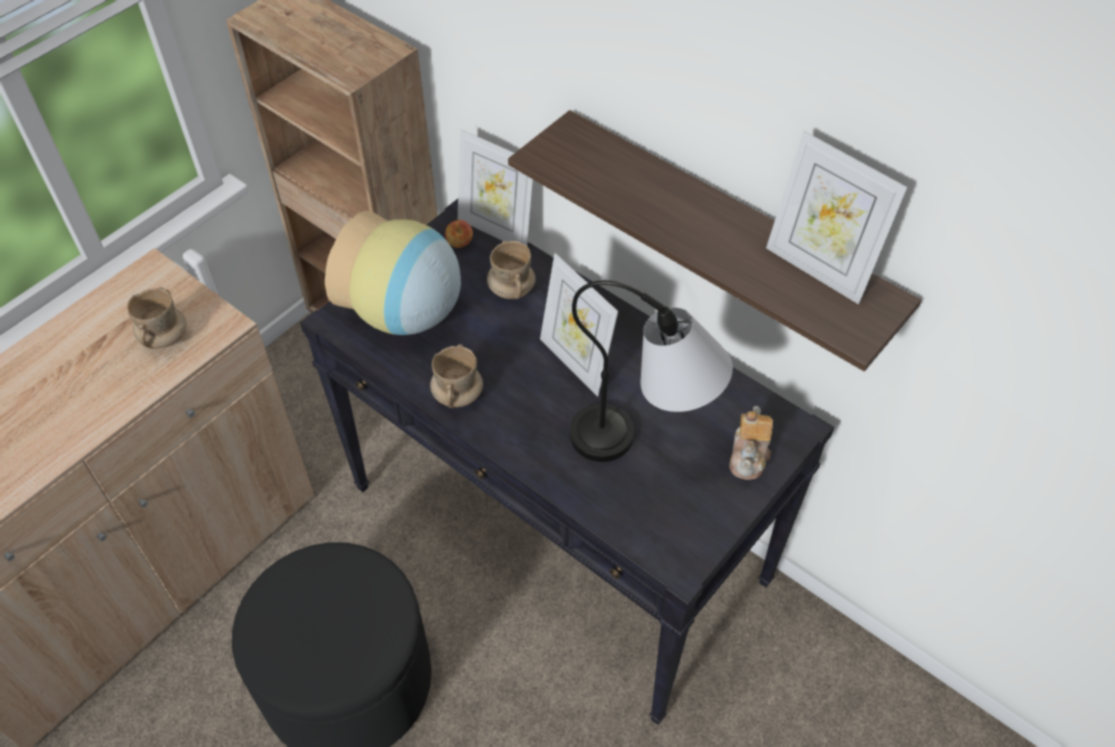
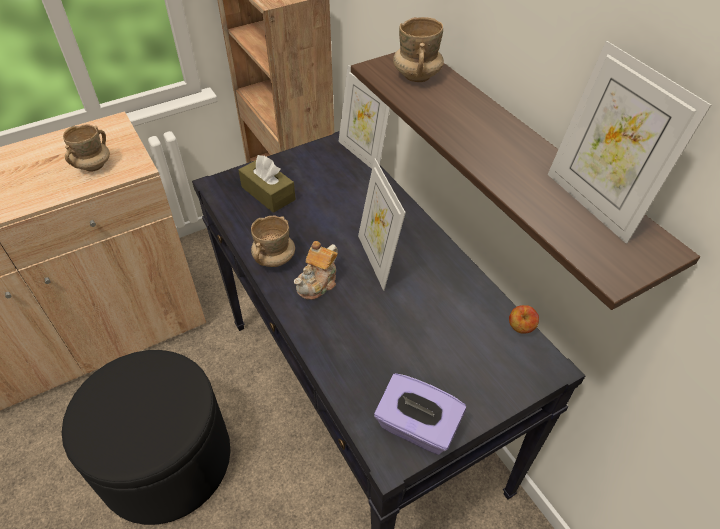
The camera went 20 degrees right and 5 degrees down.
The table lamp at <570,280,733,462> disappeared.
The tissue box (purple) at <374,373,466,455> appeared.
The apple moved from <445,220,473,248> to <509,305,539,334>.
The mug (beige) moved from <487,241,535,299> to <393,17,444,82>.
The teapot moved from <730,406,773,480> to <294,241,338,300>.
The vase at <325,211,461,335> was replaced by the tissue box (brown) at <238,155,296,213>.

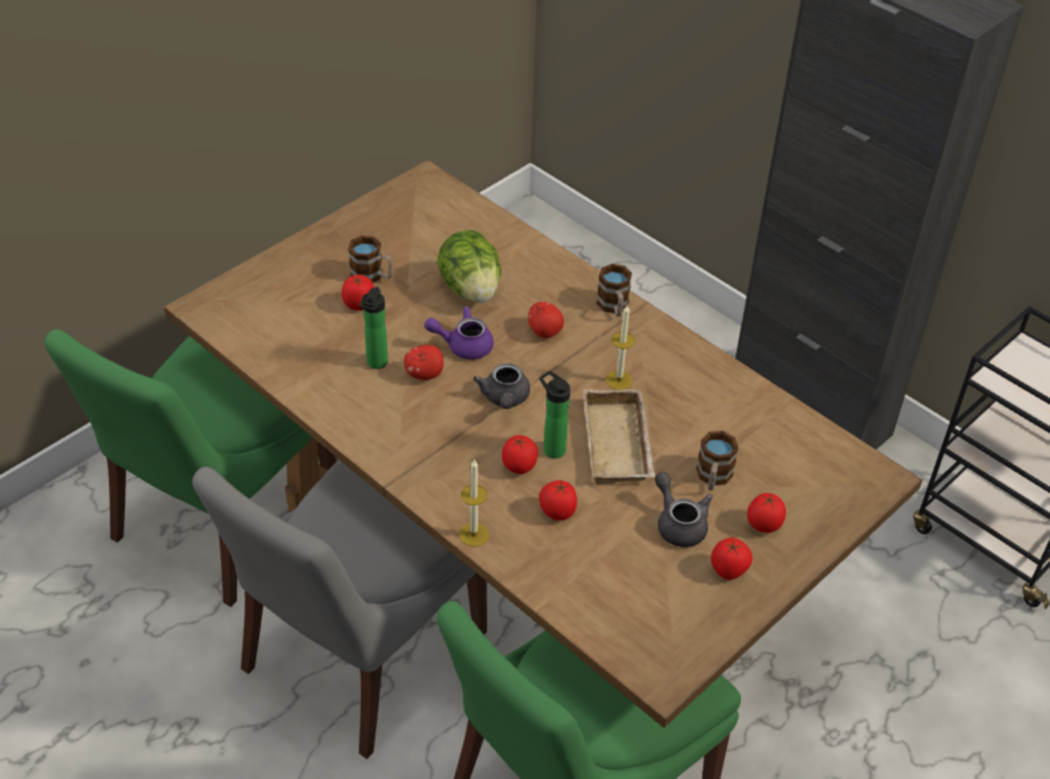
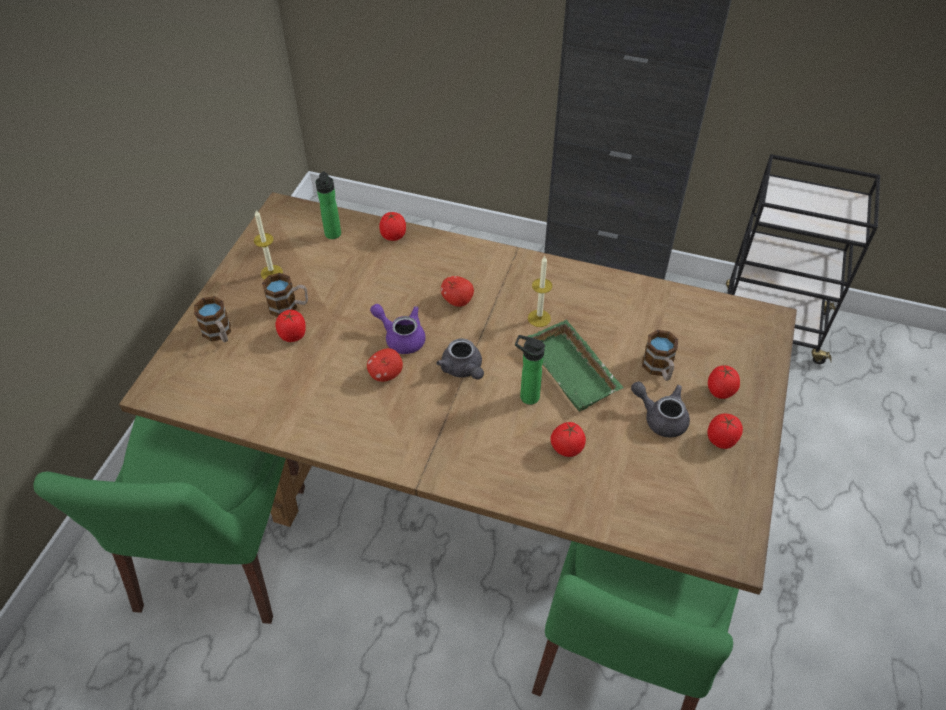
The camera went 25 degrees left and 5 degrees up.
The chair (grey) at <192,460,487,759> disappeared.
The lettuce at <437,230,501,302> disappeared.
The bottle moved from <359,287,388,369> to <316,171,341,239>.
The candle moved from <459,459,489,547> to <254,210,283,280>.
The tomato moved from <502,435,538,474> to <379,212,406,241>.
The mug moved from <596,264,632,317> to <194,296,231,343>.
The tray (beige) at <583,389,655,484> became the tray (green) at <526,319,624,412>.
The teapot (purple) at <424,306,494,360> turned 60 degrees clockwise.

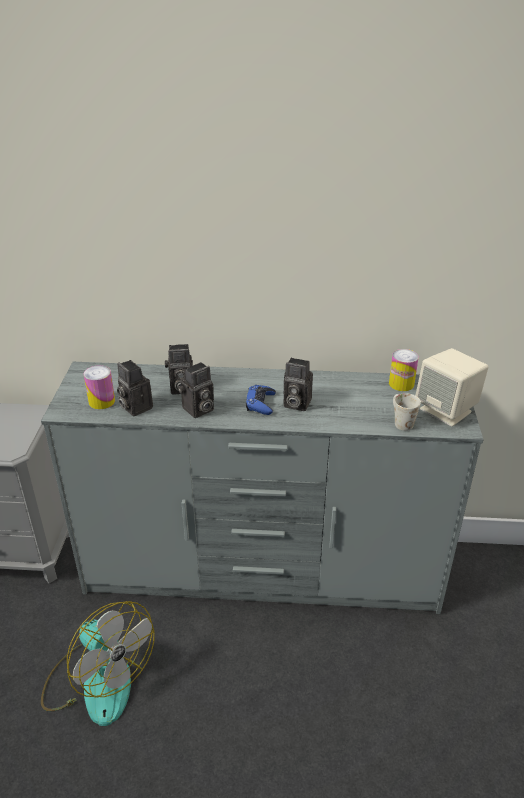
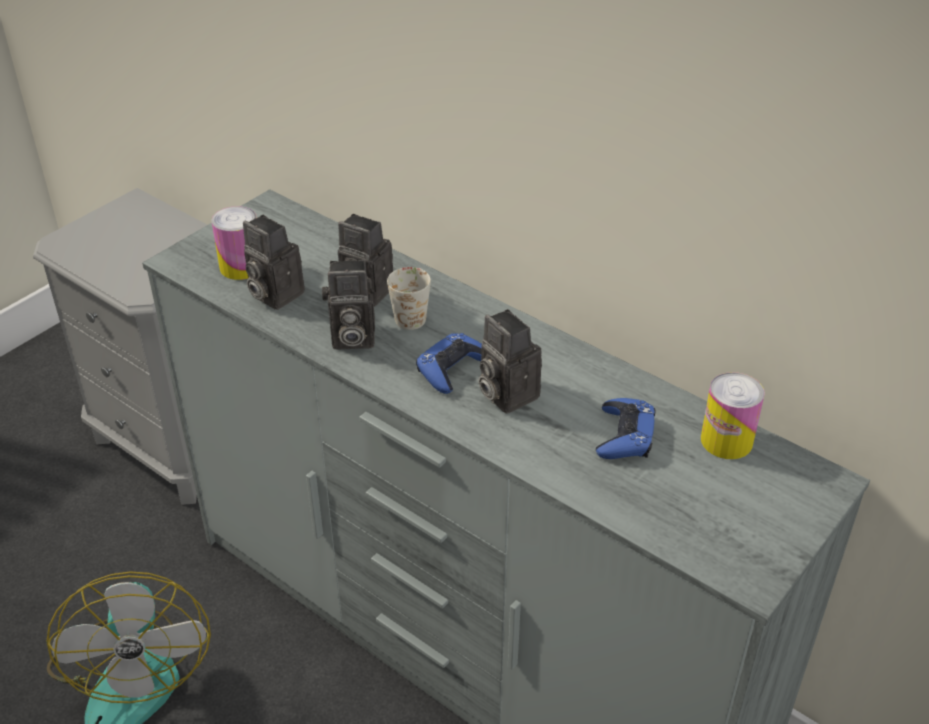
The camera went 35 degrees right and 5 degrees up.
The speaker (beige) at <415,348,488,427> disappeared.
The game controller (blue) at <596,398,656,459> appeared.
The mug (white) moved from <393,393,421,431> to <387,267,431,330>.
The photo camera at <117,360,153,416> turned 45 degrees counterclockwise.

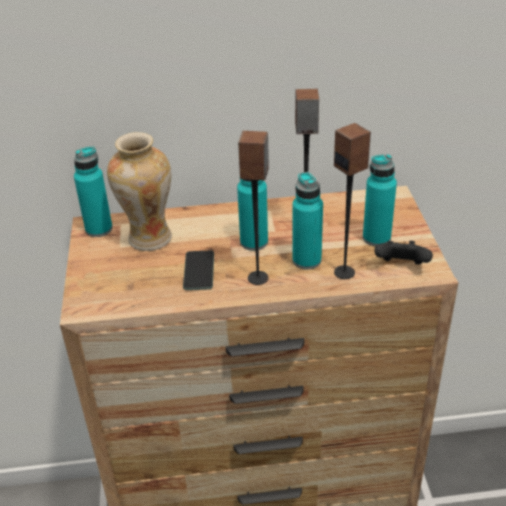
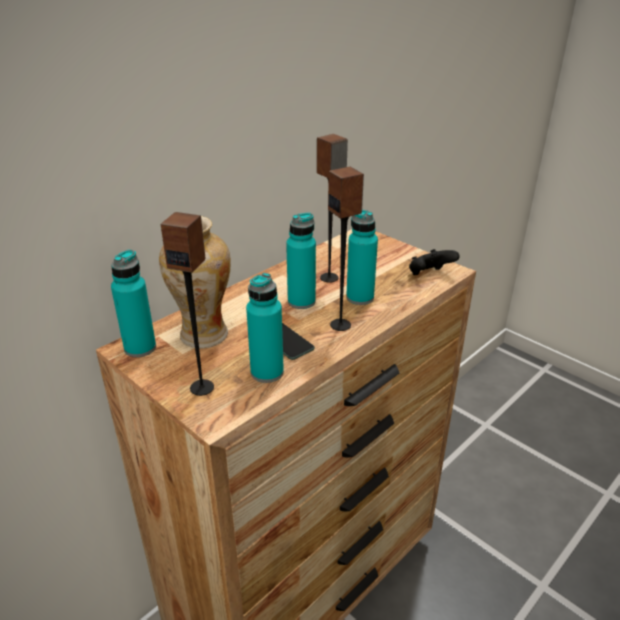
The camera went 40 degrees left and 5 degrees down.
The speaker moved from <334,123,371,279> to <161,212,214,396>.
The bottle (turquoise) moved from <363,154,397,246> to <246,273,284,383>.

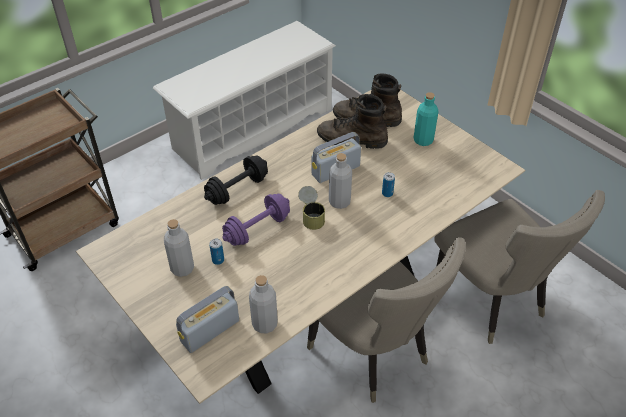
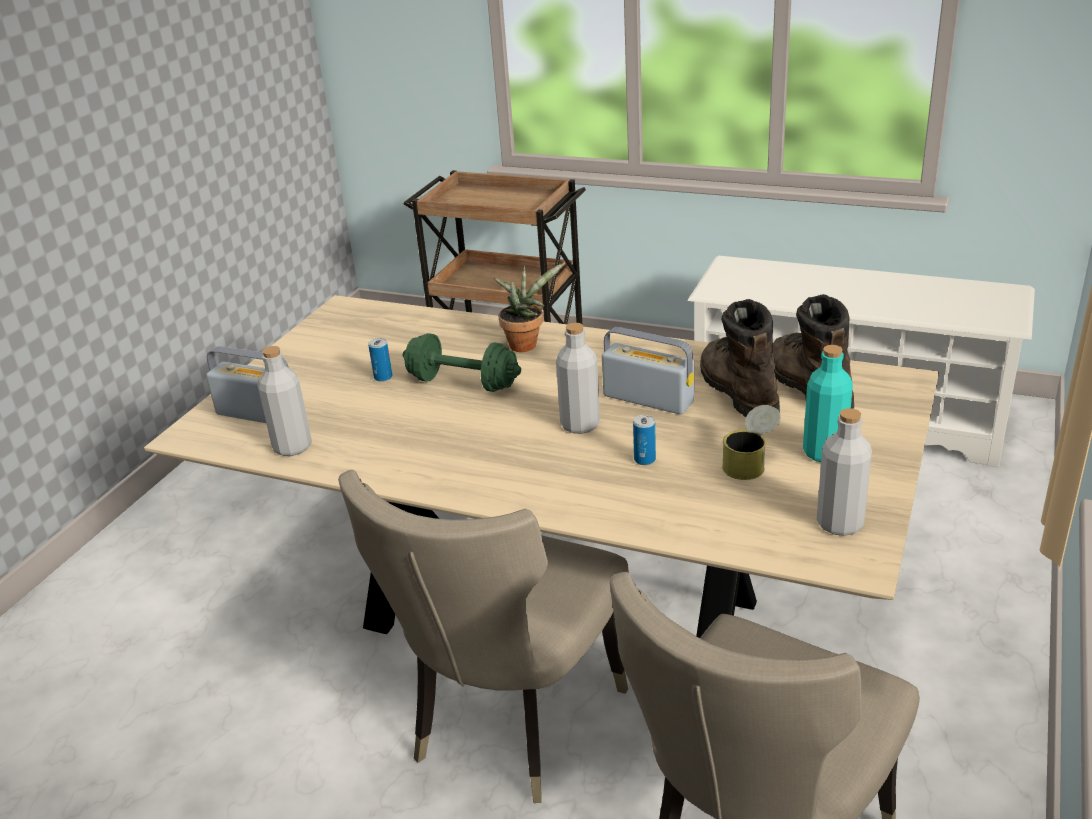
The camera went 65 degrees right and 15 degrees down.
The bottle (grey) moved from <164,219,194,277> to <817,408,872,536>.
The can moved from <298,186,325,230> to <722,405,781,480>.
The dumbbell (black) at <204,156,268,205> was replaced by the potted plant at <494,262,566,352>.
The dumbbell (purple) at <222,194,290,246> became the dumbbell (green) at <403,333,521,392>.

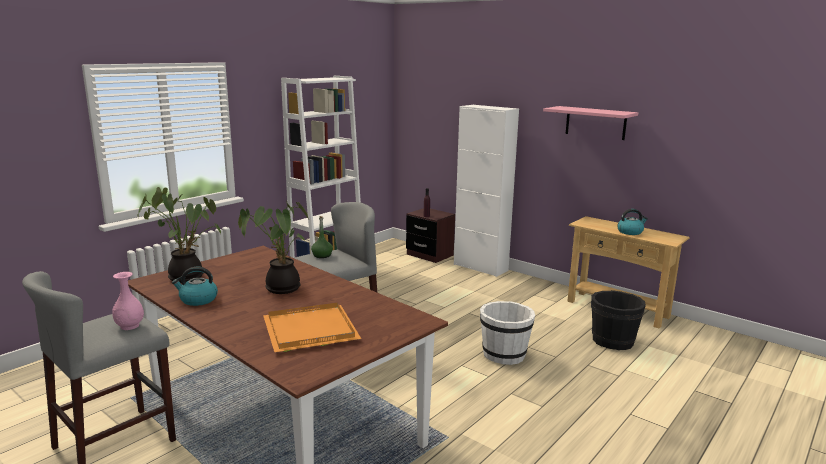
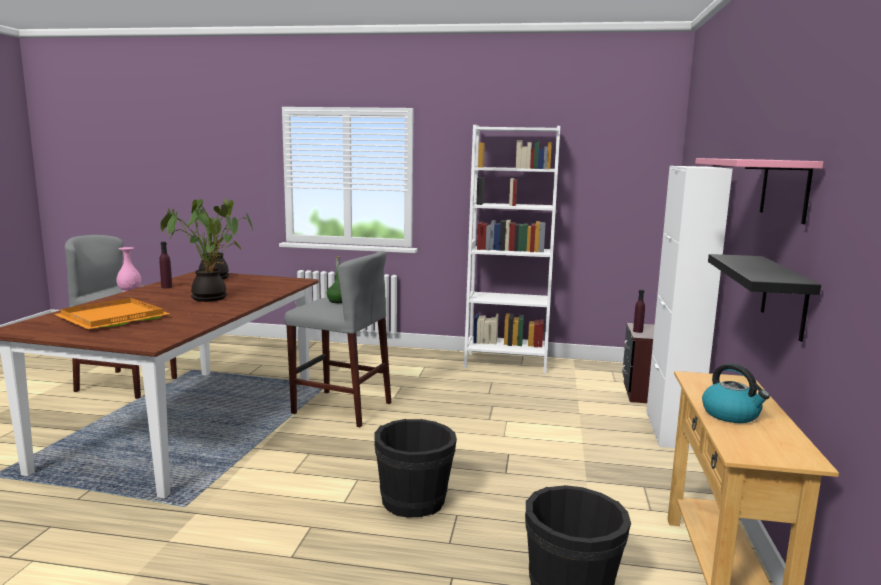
The camera went 60 degrees right and 5 degrees down.
The shelf (black) at <708,254,821,342> appeared.
The kettle at <172,267,218,306> was replaced by the bottle (purple) at <159,242,172,288>.
The bucket (white) at <480,301,535,365> became the bucket (black) at <374,419,457,518>.

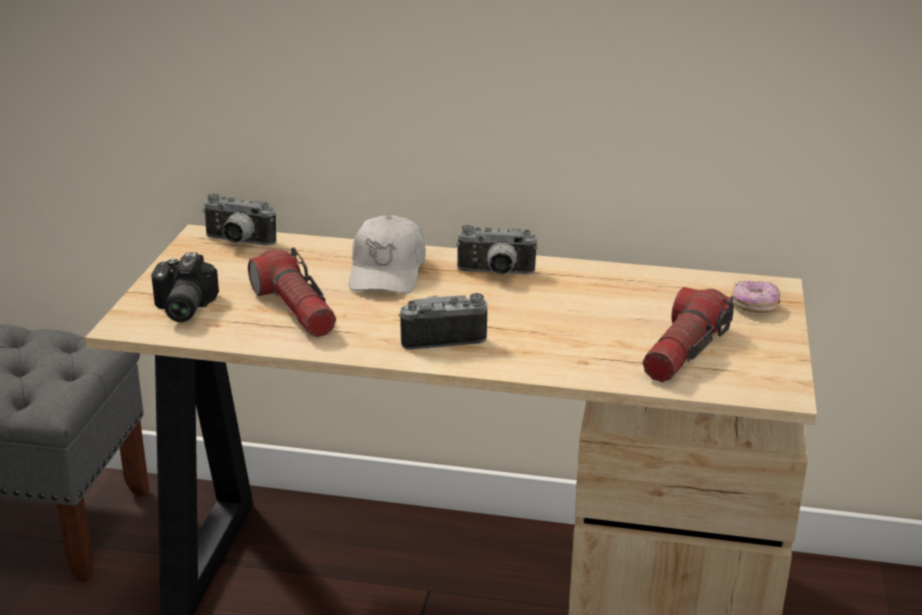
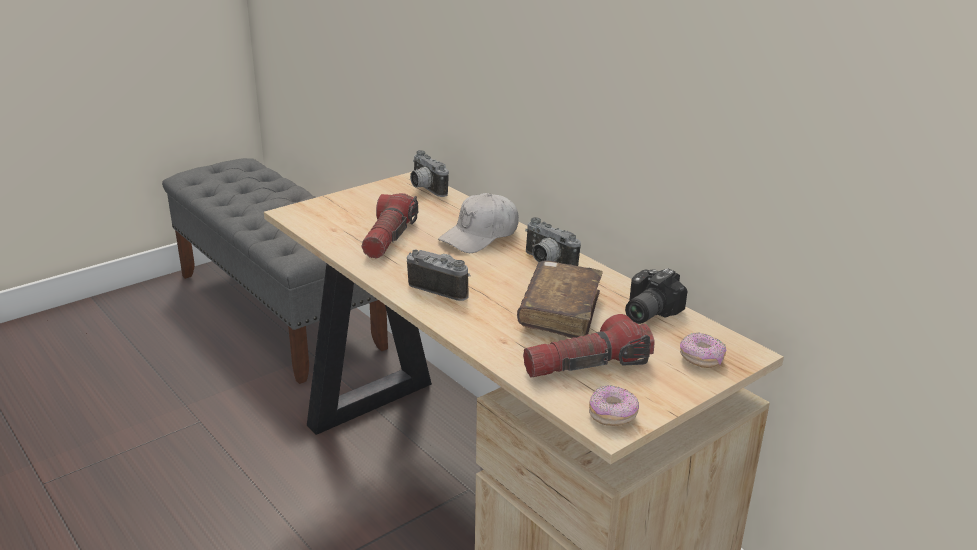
The camera went 40 degrees right and 0 degrees up.
The book (brown) at <517,260,603,338> appeared.
The donut at <589,385,639,426> appeared.
The photo camera moved from <151,252,219,322> to <625,268,688,324>.

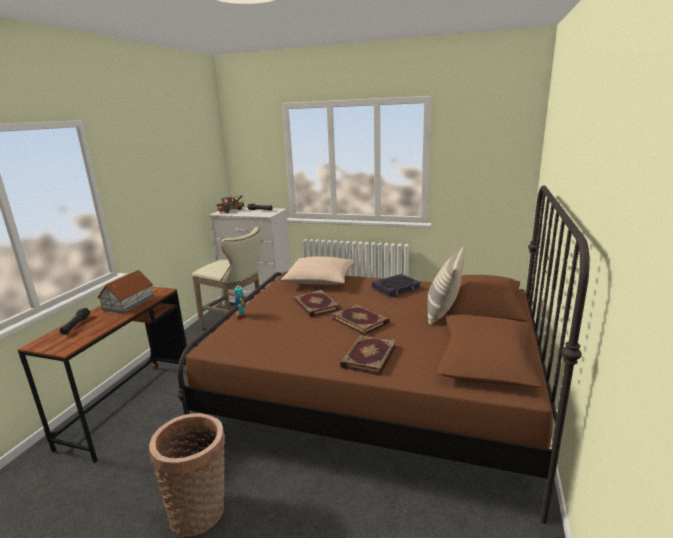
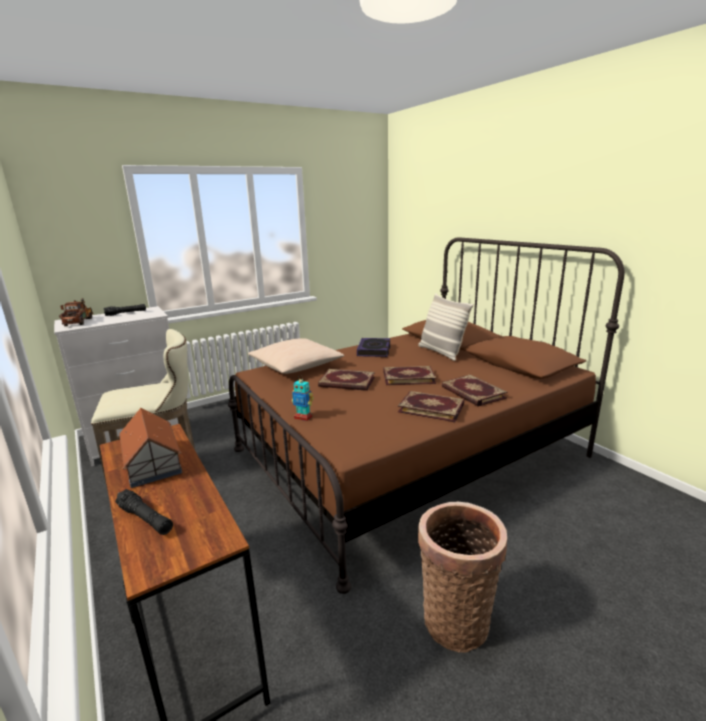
The camera went 50 degrees left and 0 degrees up.
The book at <398,391,464,422> appeared.

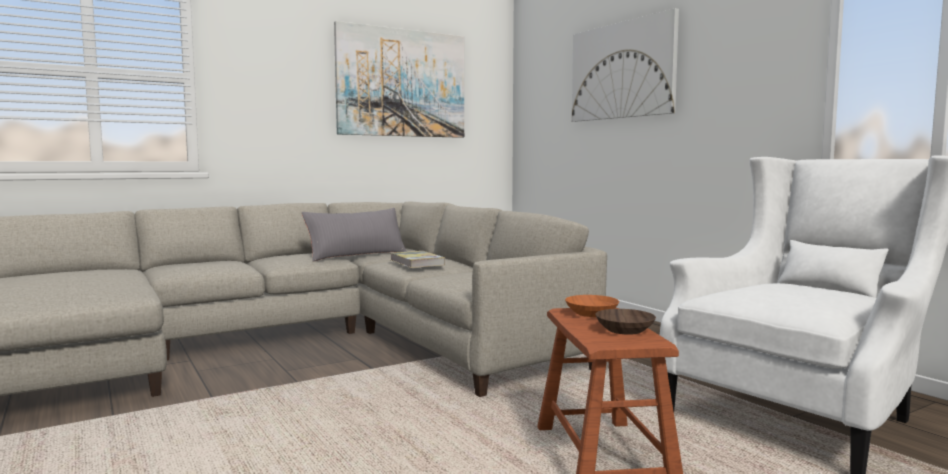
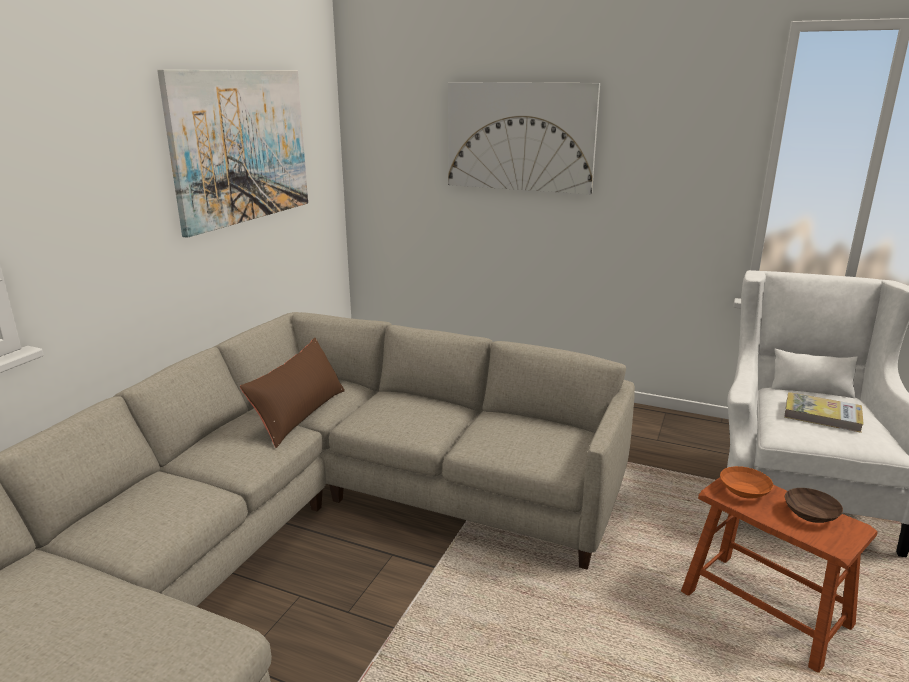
The camera went 35 degrees left and 15 degrees up.
The book moved from <391,251,445,268> to <784,392,864,433>.
The pillow (grey) at <302,208,407,262> became the pillow (brown) at <240,338,345,448>.

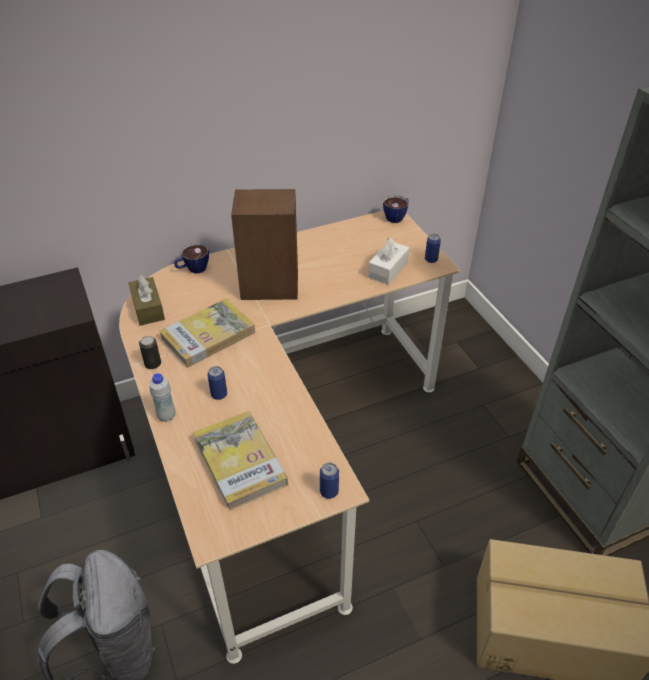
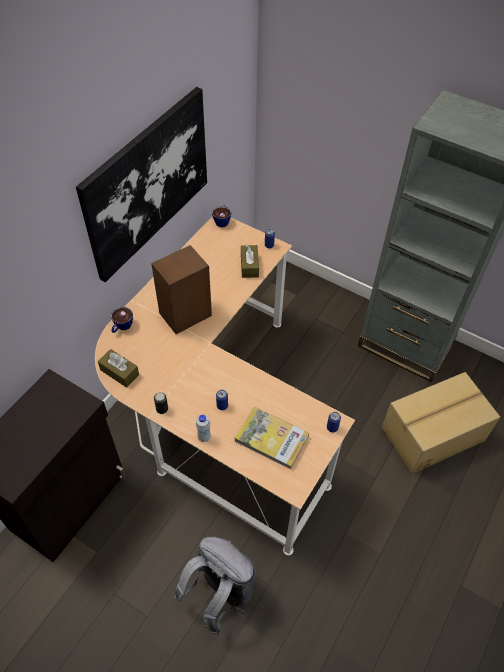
The camera went 35 degrees left and 10 degrees up.
The book at <159,298,255,368> disappeared.
The picture at <76,87,207,282> appeared.
The tissue box (white) at <368,238,409,285> became the tissue box (brown) at <241,245,259,278>.

